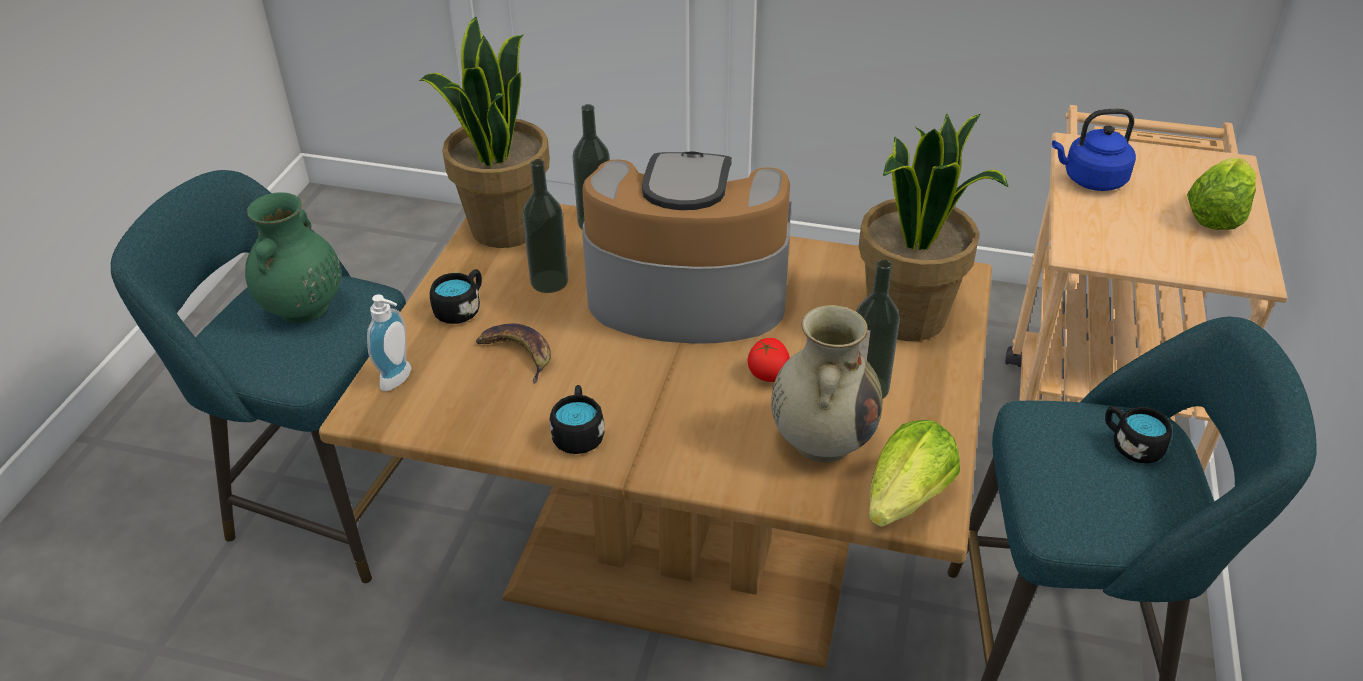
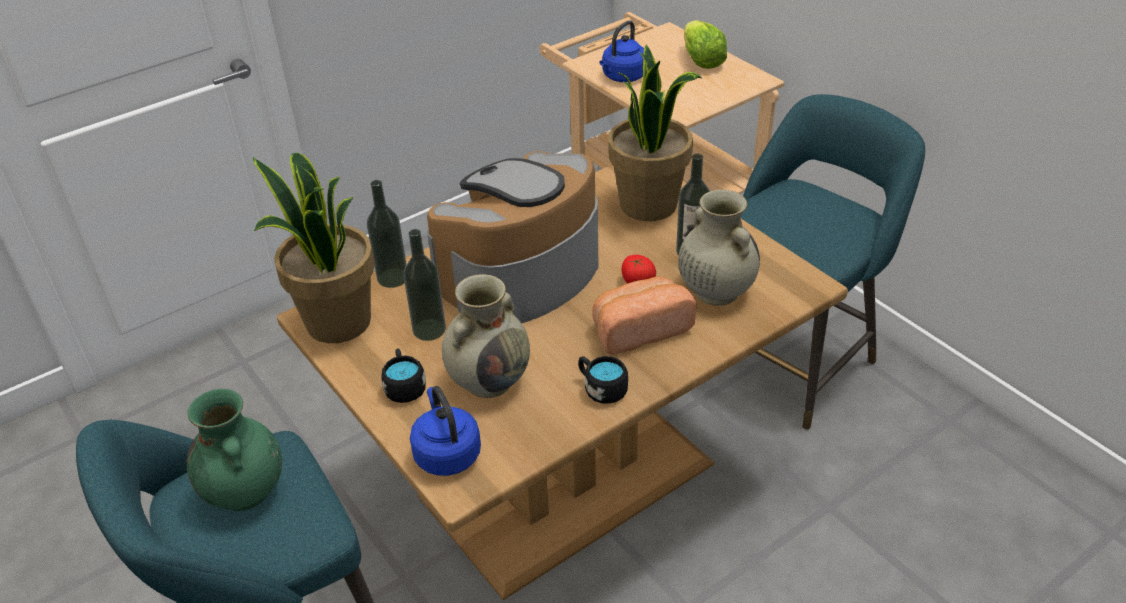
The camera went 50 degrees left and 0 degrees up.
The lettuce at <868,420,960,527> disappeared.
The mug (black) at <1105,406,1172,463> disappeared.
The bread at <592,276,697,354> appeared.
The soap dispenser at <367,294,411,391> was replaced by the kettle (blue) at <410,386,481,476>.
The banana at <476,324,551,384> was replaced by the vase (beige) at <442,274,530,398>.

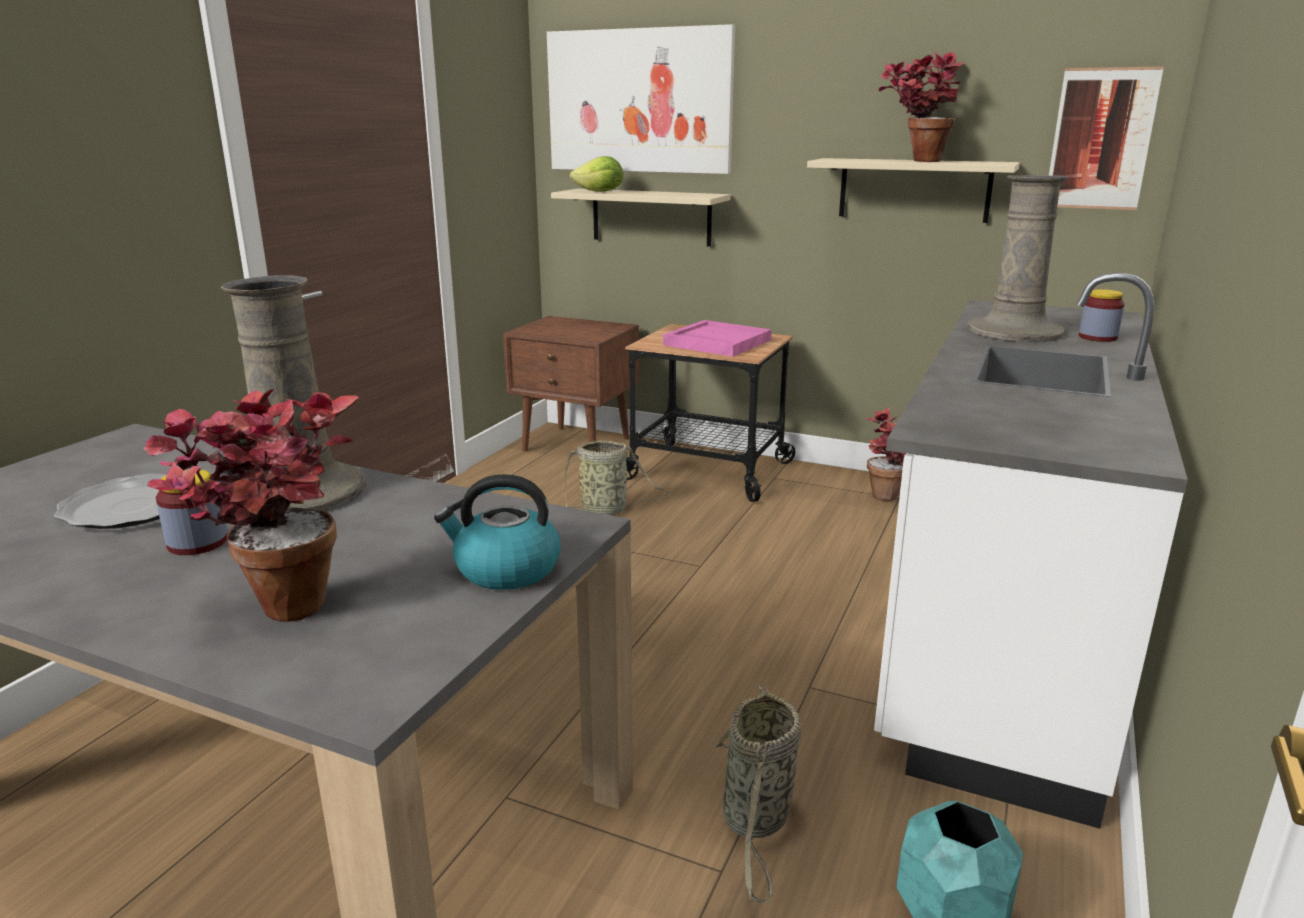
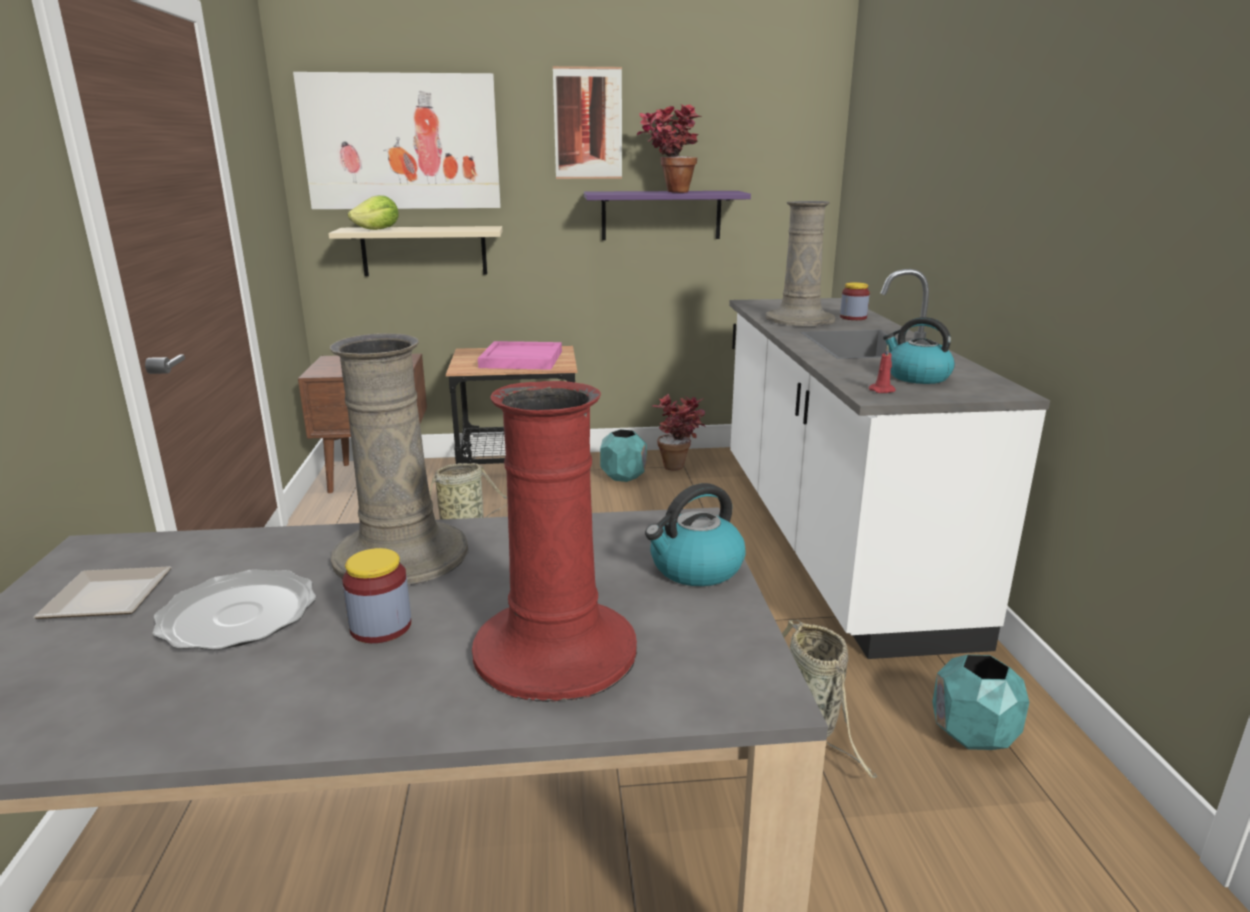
The camera went 30 degrees left and 0 degrees up.
The plate at <33,567,172,619> appeared.
The planter (turquoise) at <600,429,647,482> appeared.
The candle (red) at <869,345,896,393> appeared.
The kettle at <883,317,955,384> appeared.
The picture moved from <1049,67,1164,210> to <553,66,622,179>.
The potted plant at <144,389,359,622> was replaced by the vase (red) at <472,381,637,702>.
The shelf (beige) at <807,158,1020,223> became the shelf (purple) at <584,191,751,240>.

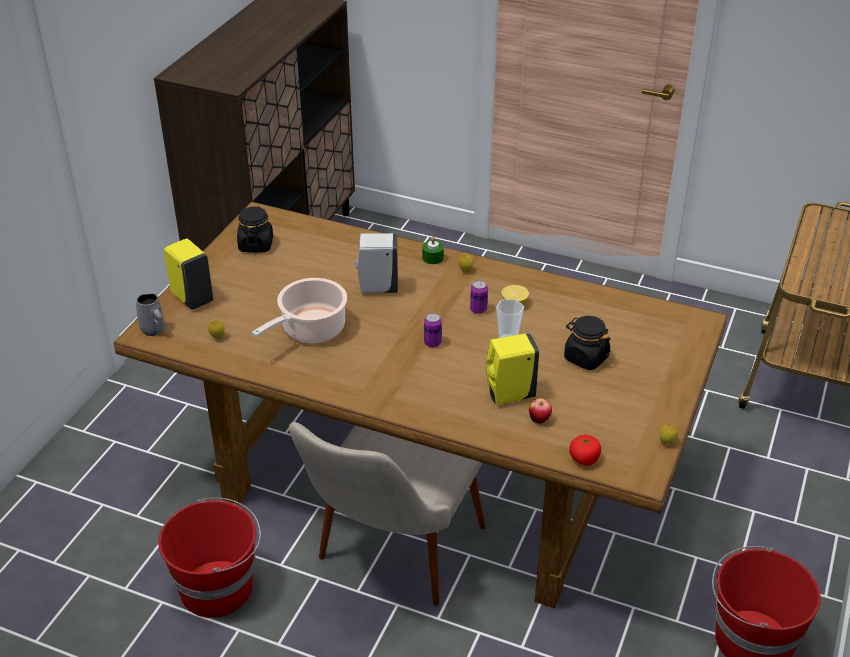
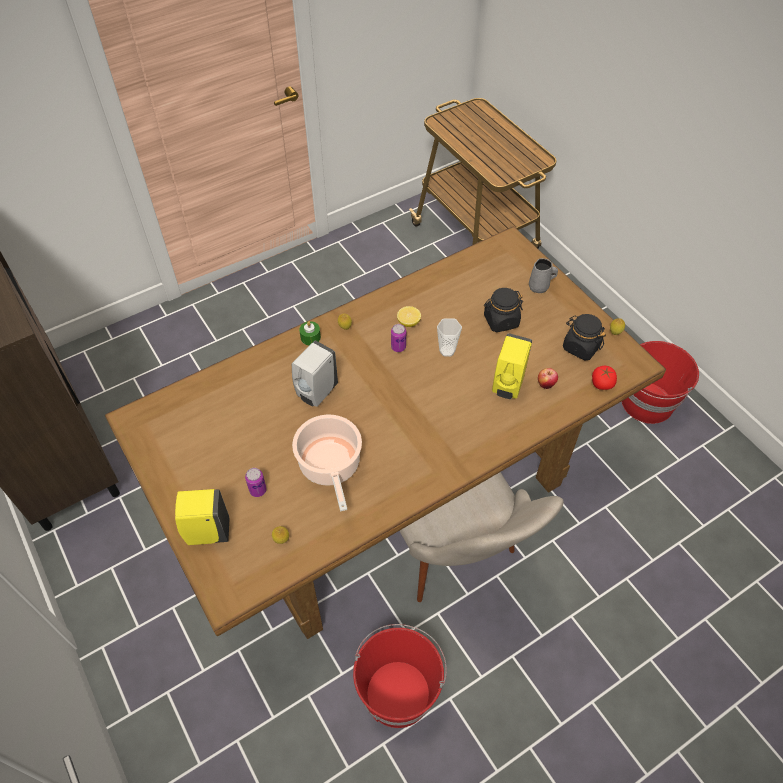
The camera went 55 degrees left and 15 degrees up.
The mug (grey) moved from <136,293,165,336> to <529,258,558,293>.
The jar (black) moved from <237,206,273,253> to <563,314,606,361>.
The can moved from <424,313,442,347> to <245,468,267,497>.

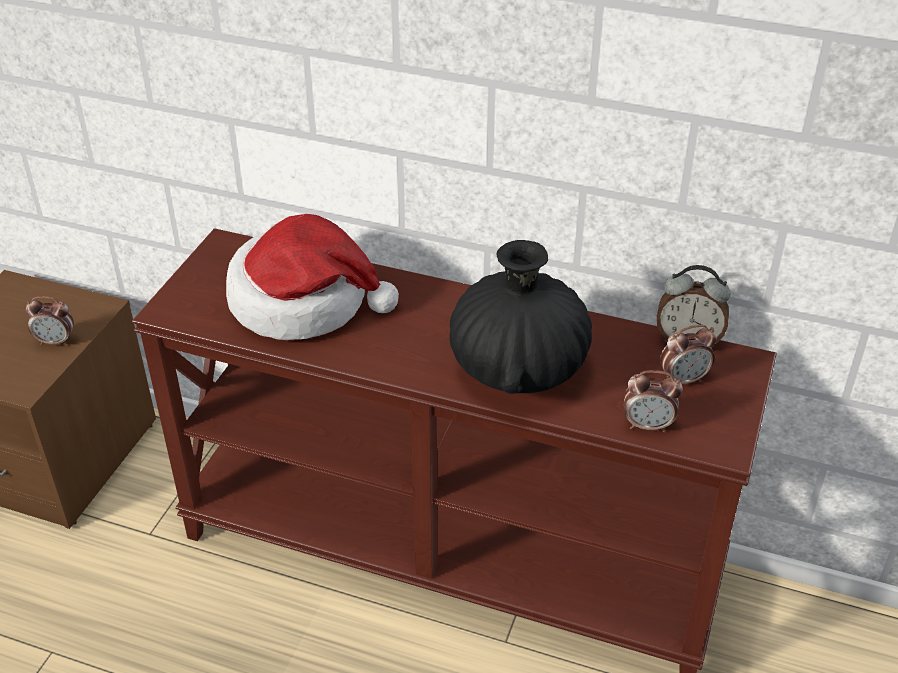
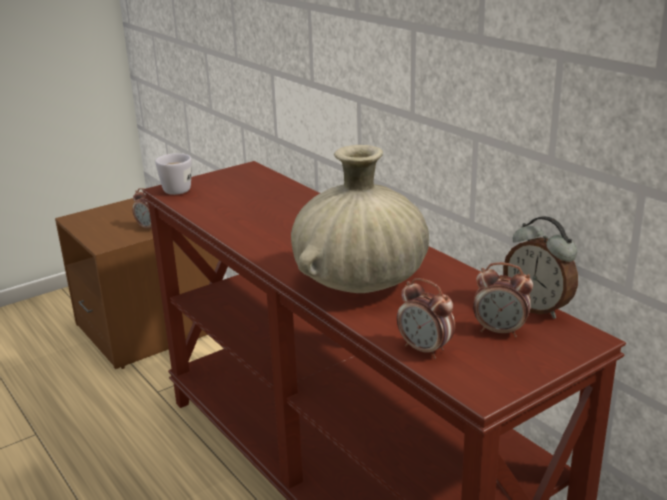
The camera went 35 degrees right and 15 degrees down.
The hat at <226,214,399,340> disappeared.
The mug (white) at <155,153,192,195> appeared.
The vase (black) at <449,240,592,394> became the vase (beige) at <291,145,429,293>.

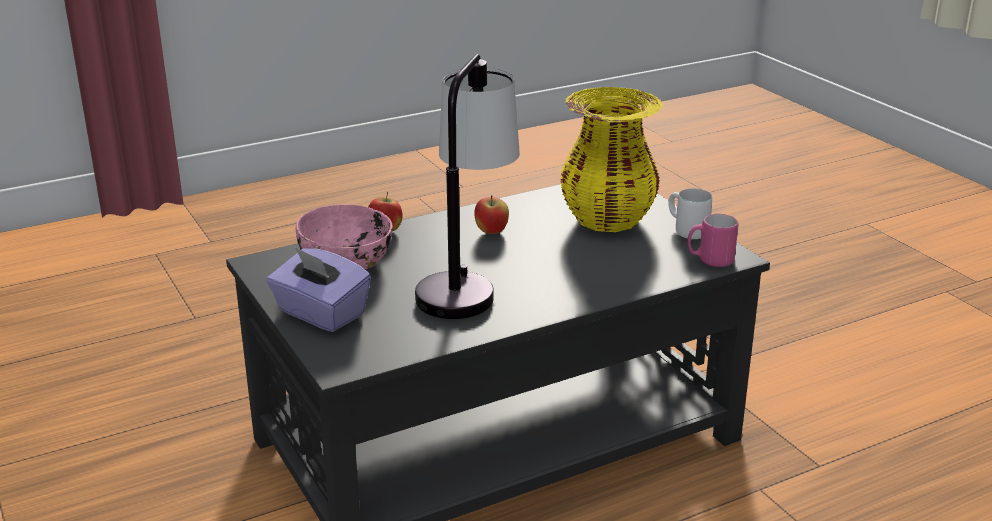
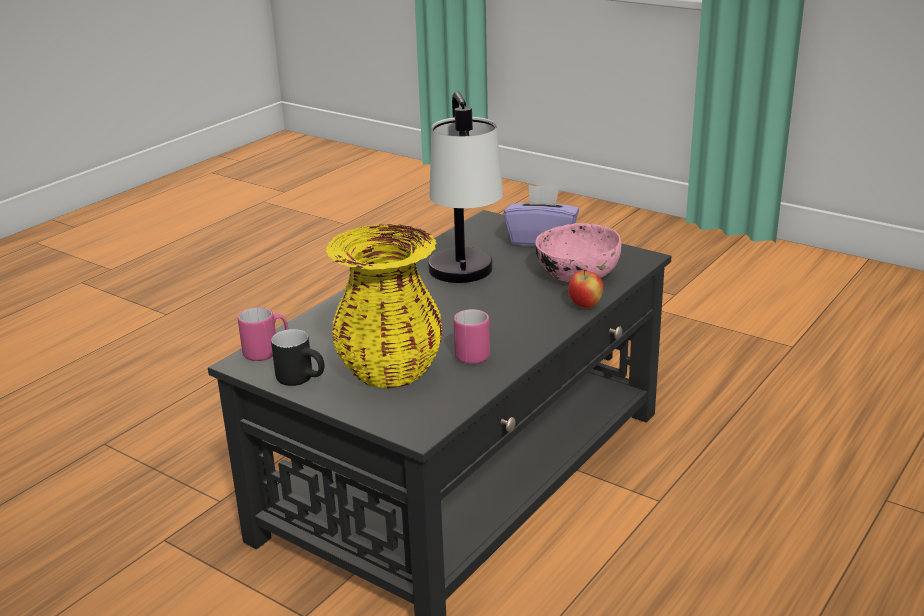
The camera went 155 degrees right and 0 degrees up.
The apple at <474,195,509,234> disappeared.
The mug (pink) at <453,309,490,364> appeared.
The mug (white) at <668,188,712,239> became the mug (black) at <271,329,324,386>.

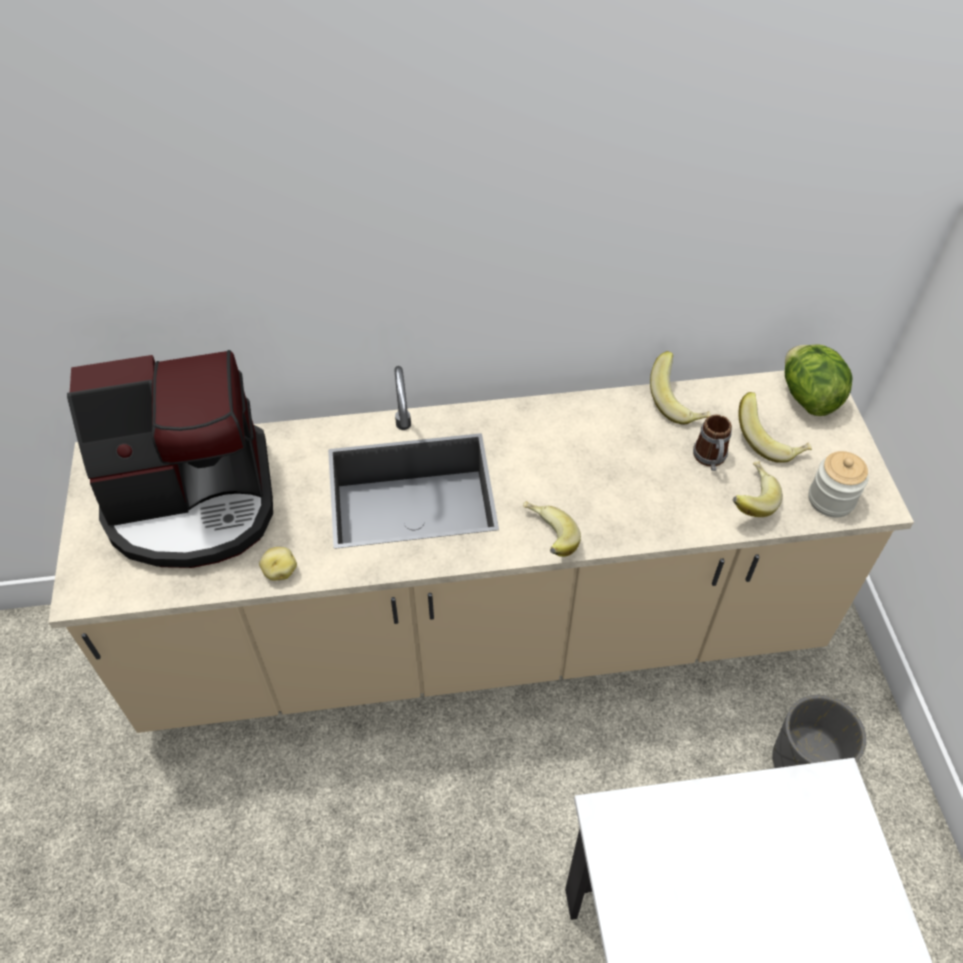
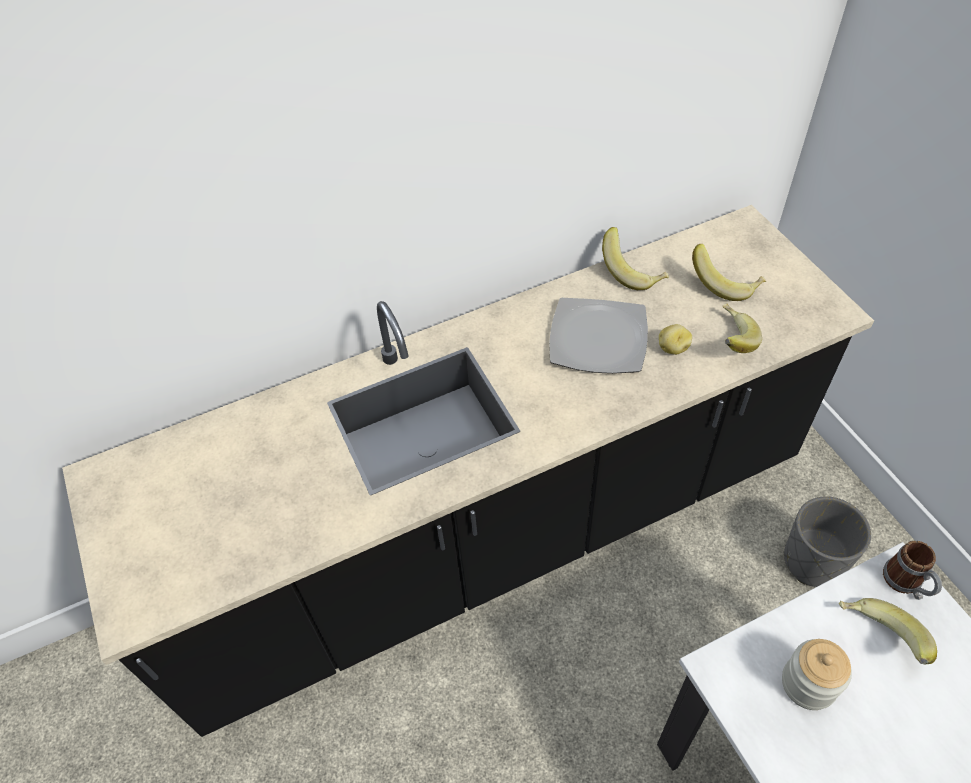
The camera went 15 degrees left and 0 degrees up.
The coffee machine at <67,350,273,568> disappeared.
The lettuce at <785,344,853,416> disappeared.
The plate at <549,298,648,374> appeared.
The potato moved from <259,547,297,581> to <659,324,692,355>.
The banana moved from <523,501,581,557> to <839,598,937,664>.
The mug moved from <693,414,732,471> to <883,541,942,600>.
The jar moved from <808,451,869,517> to <782,639,852,710>.
The counter (beige) at <48,366,914,733> became the counter (black) at <62,205,874,737>.

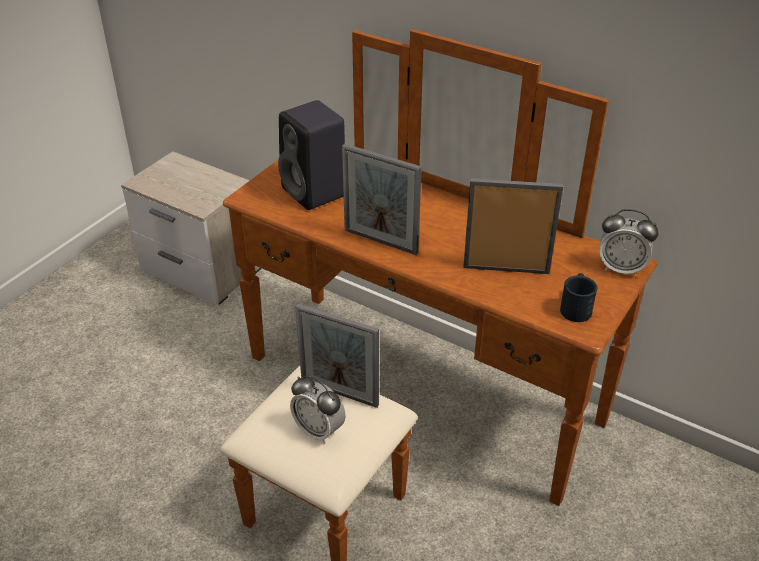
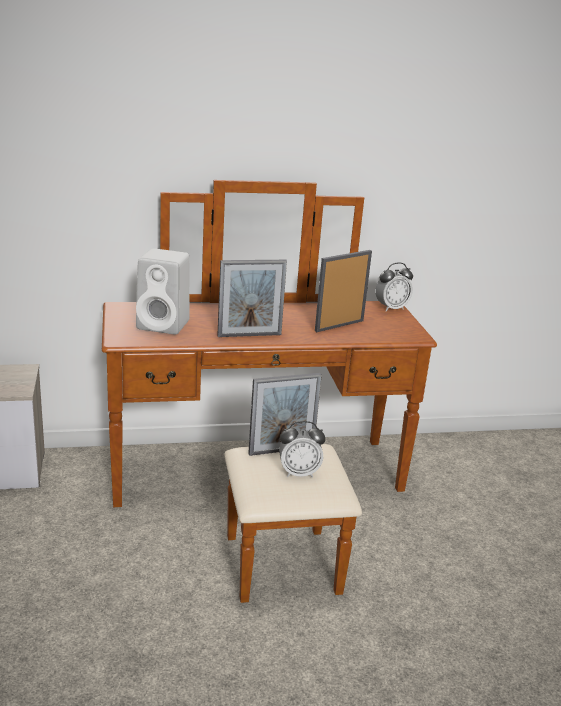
The camera went 45 degrees left and 15 degrees down.
The mug (black) at <560,273,597,322> disappeared.
The speaker (black) at <278,100,345,210> became the speaker (white) at <136,248,190,335>.

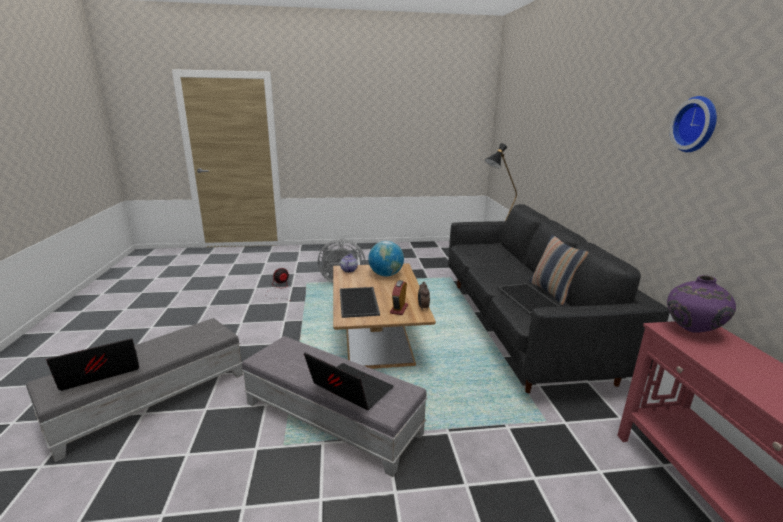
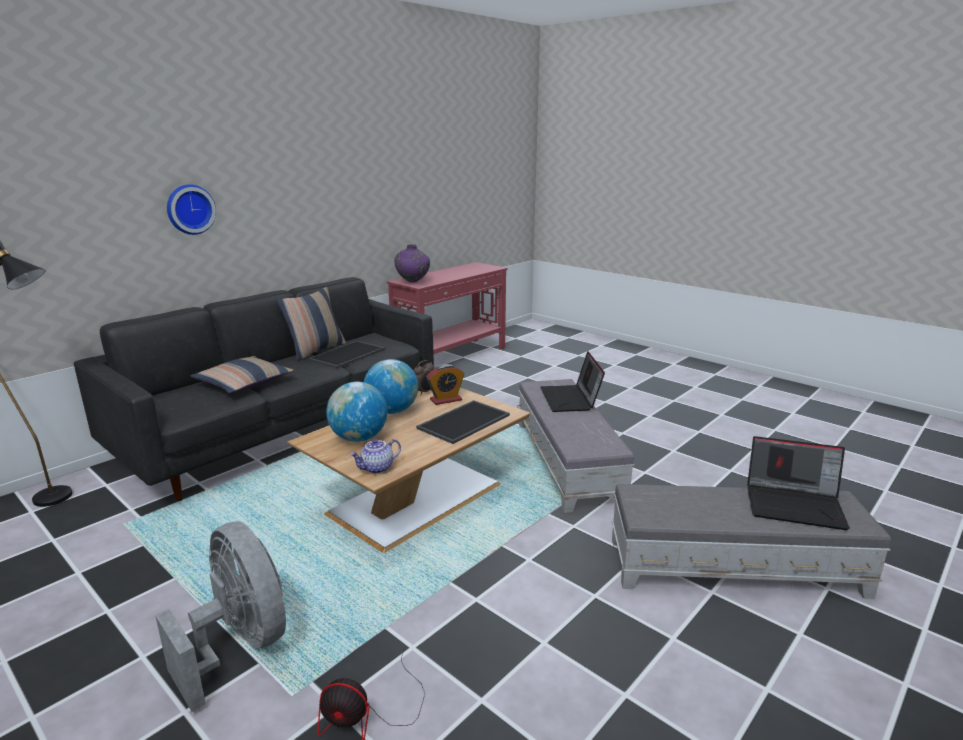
The camera went 130 degrees left and 0 degrees up.
The pillow at <190,356,294,393> appeared.
The globe at <364,359,418,414> appeared.
The wall clock moved from <669,96,717,152> to <167,184,216,235>.

